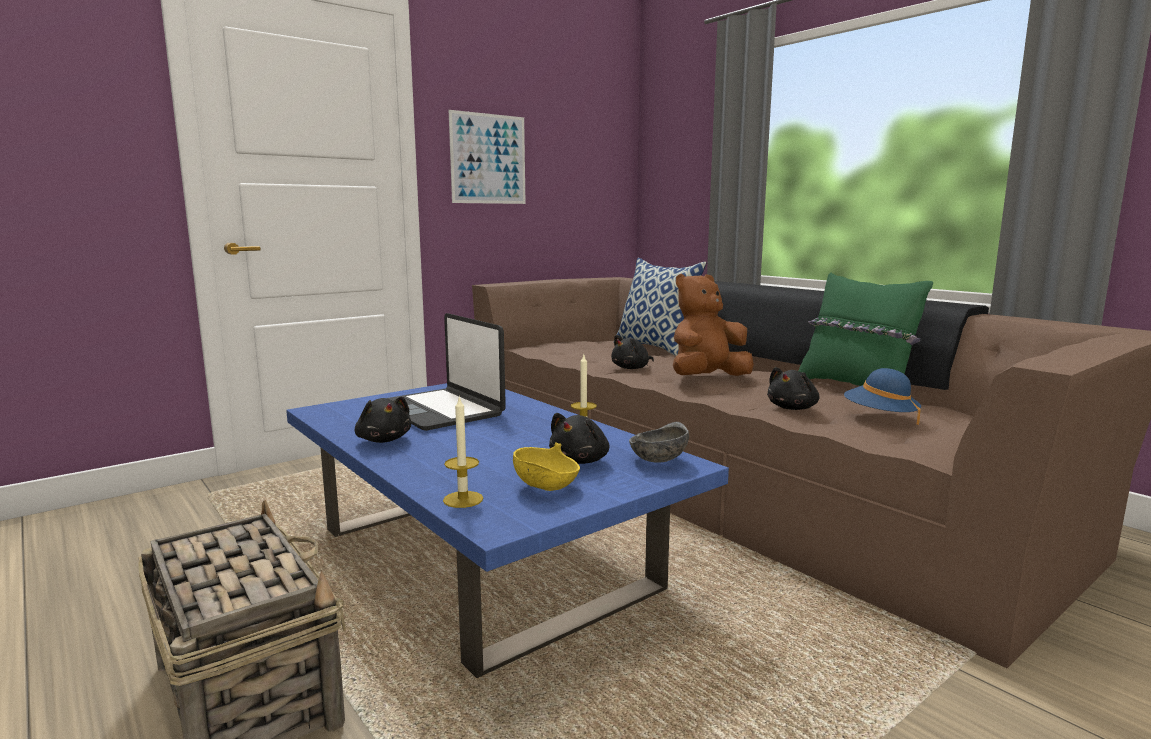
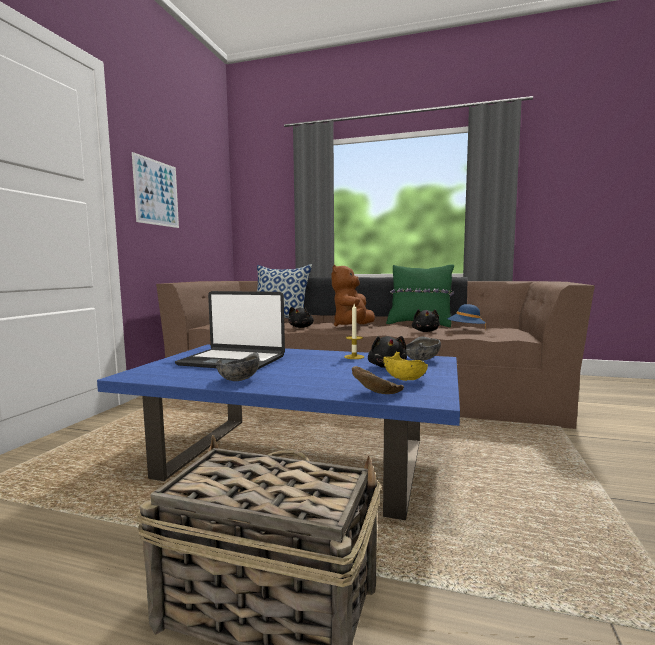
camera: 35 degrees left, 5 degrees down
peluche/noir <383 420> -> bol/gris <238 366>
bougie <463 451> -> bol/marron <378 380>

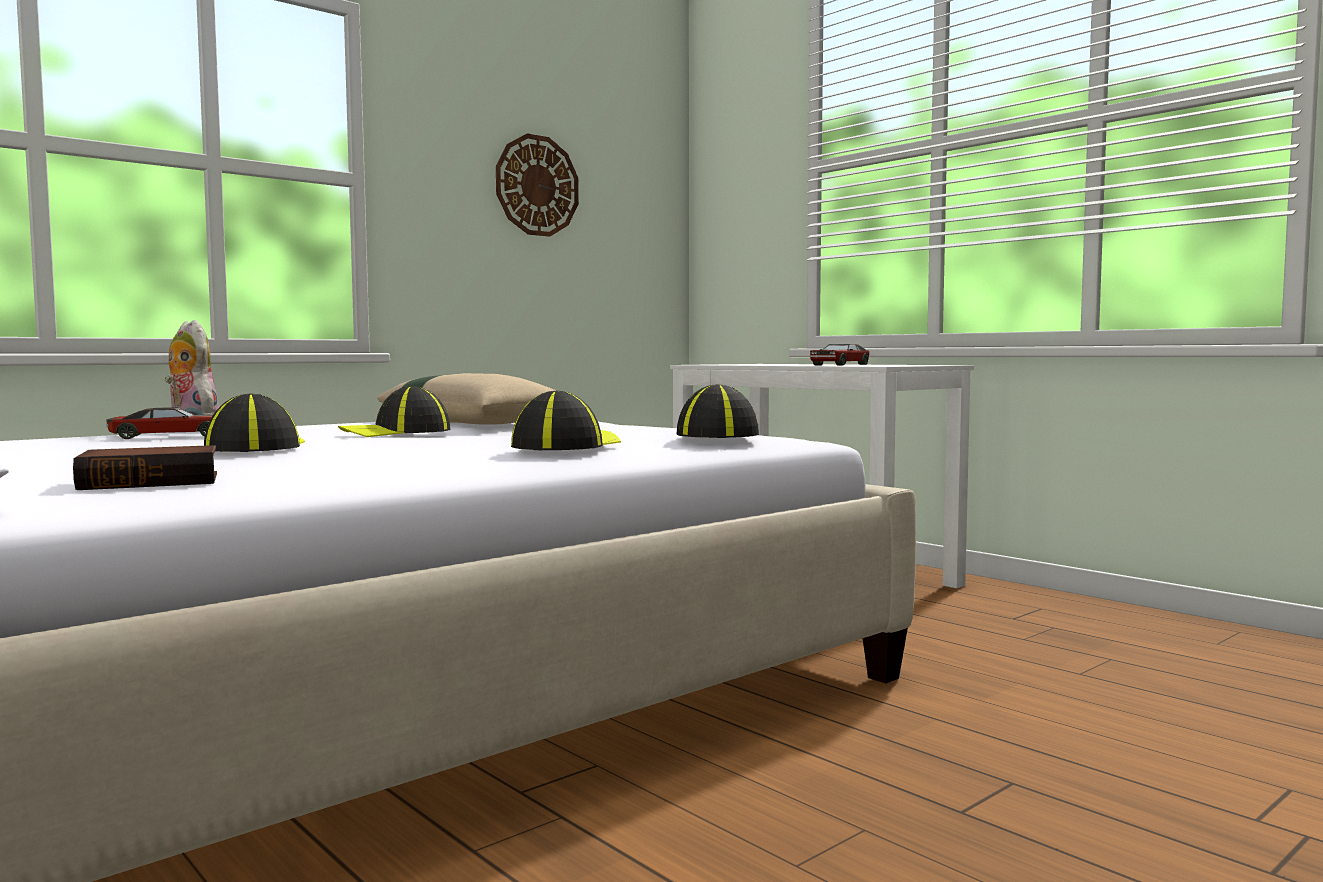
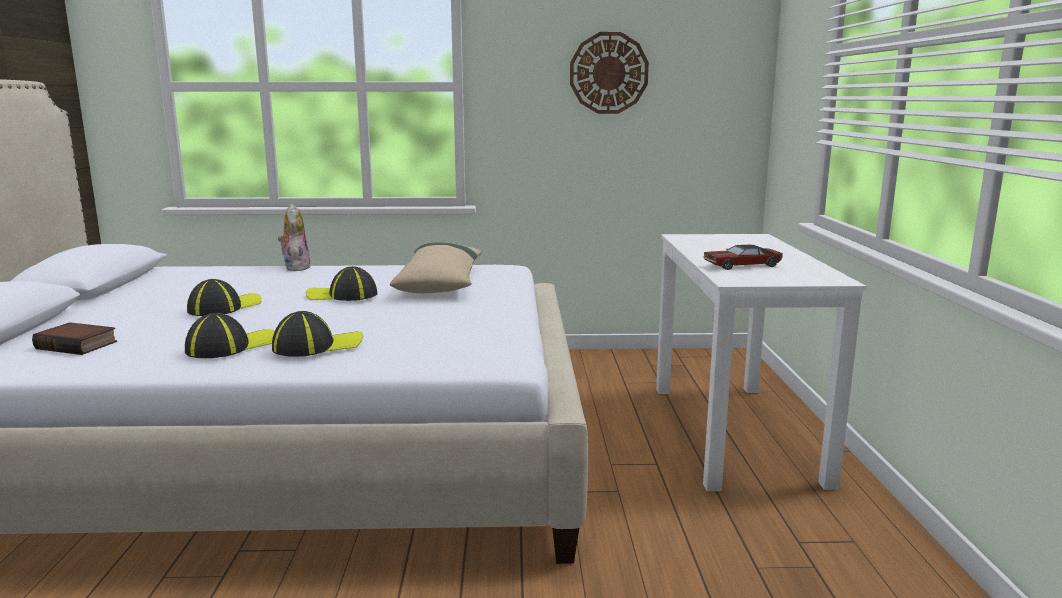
camera: 40 degrees right, 10 degrees up
casquette <718 411> -> casquette <230 335>, relocated
petite voiture <159 423> -> none

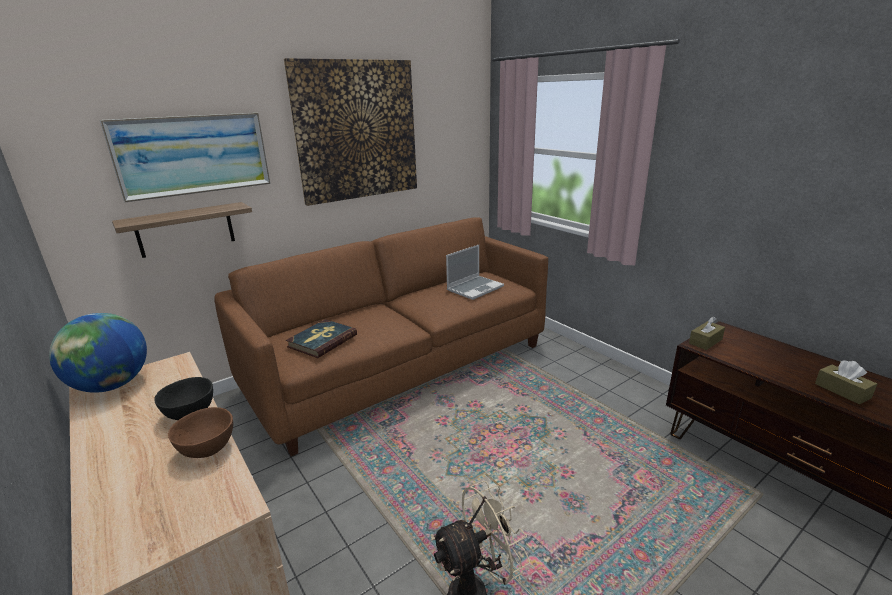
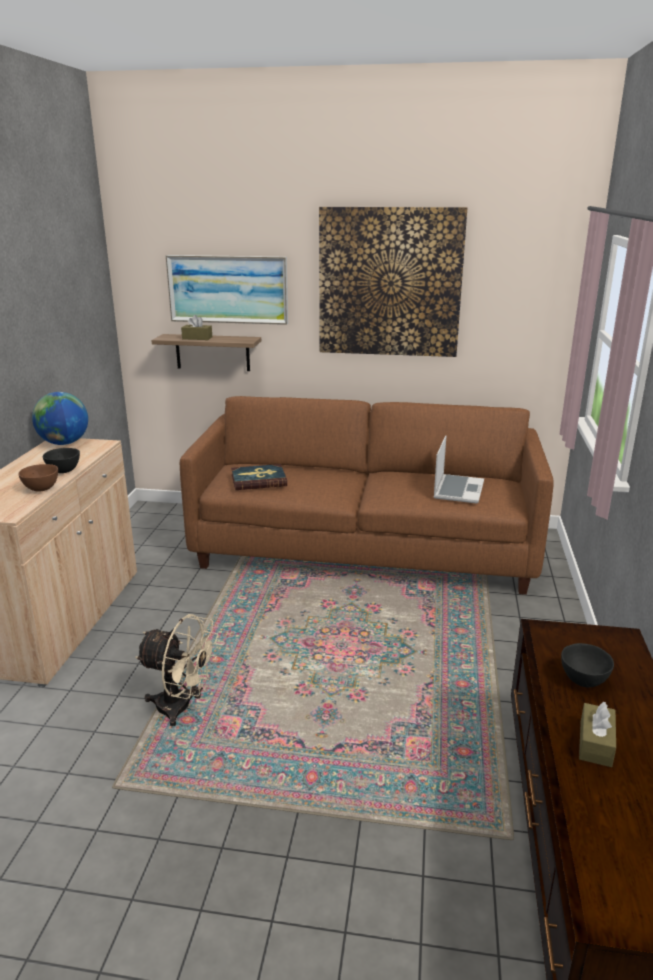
camera: 45 degrees right, 0 degrees up
boîte à mouchoirs/marron <707 333> -> boîte à mouchoirs/marron <196 327>, relocated
ordinateur portable <475 272> -> ordinateur portable <459 470>, 75 degrees counterclockwise
none -> bol/noir <587 665>

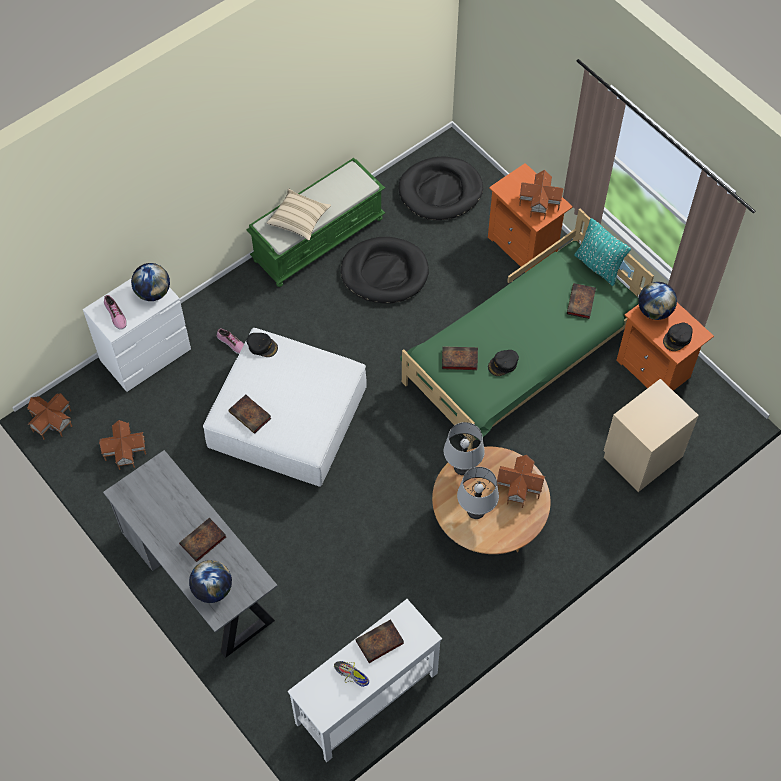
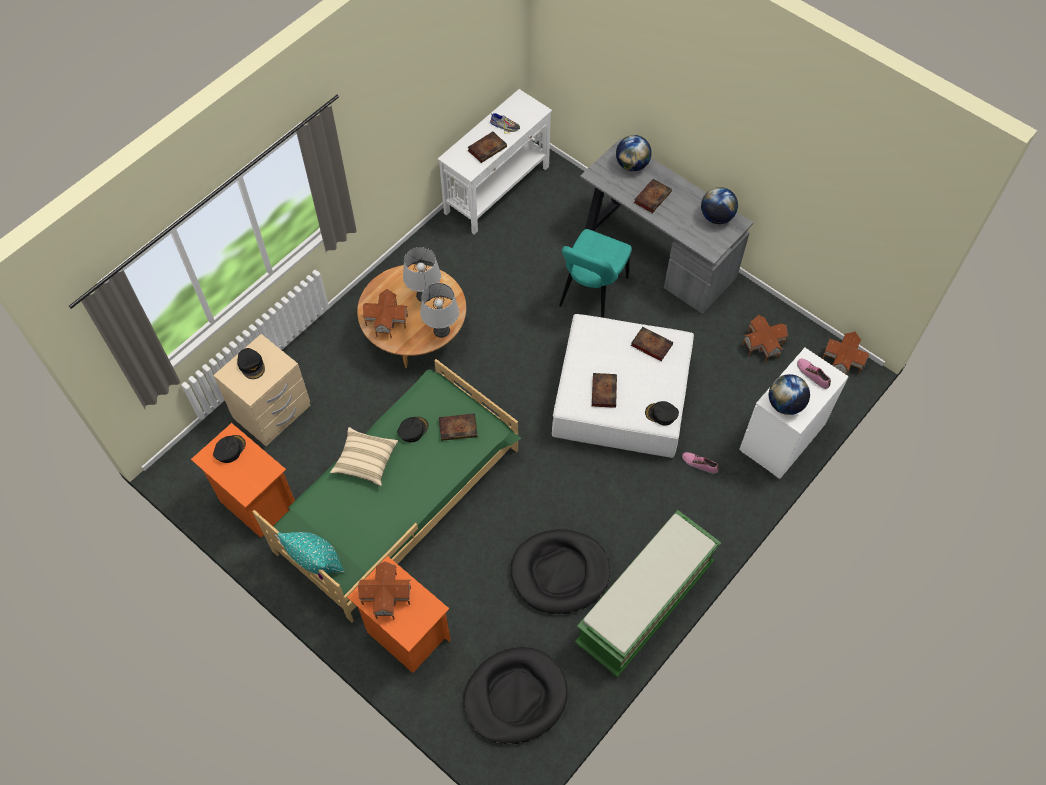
camera: 170 degrees right, 0 degrees up
none -> casquette/noir <251 363>
coussin/beige <299 215> -> coussin/beige <364 456>, relocated
none -> chaise/turquoise <595 273>
livre <581 301> -> livre <604 390>, relocated
globe <657 301> -> globe <719 205>, relocated

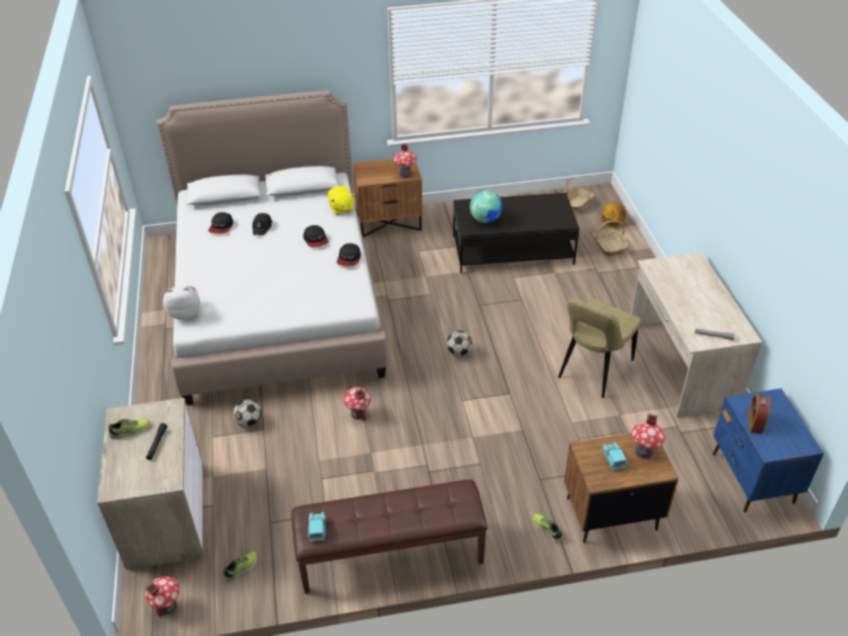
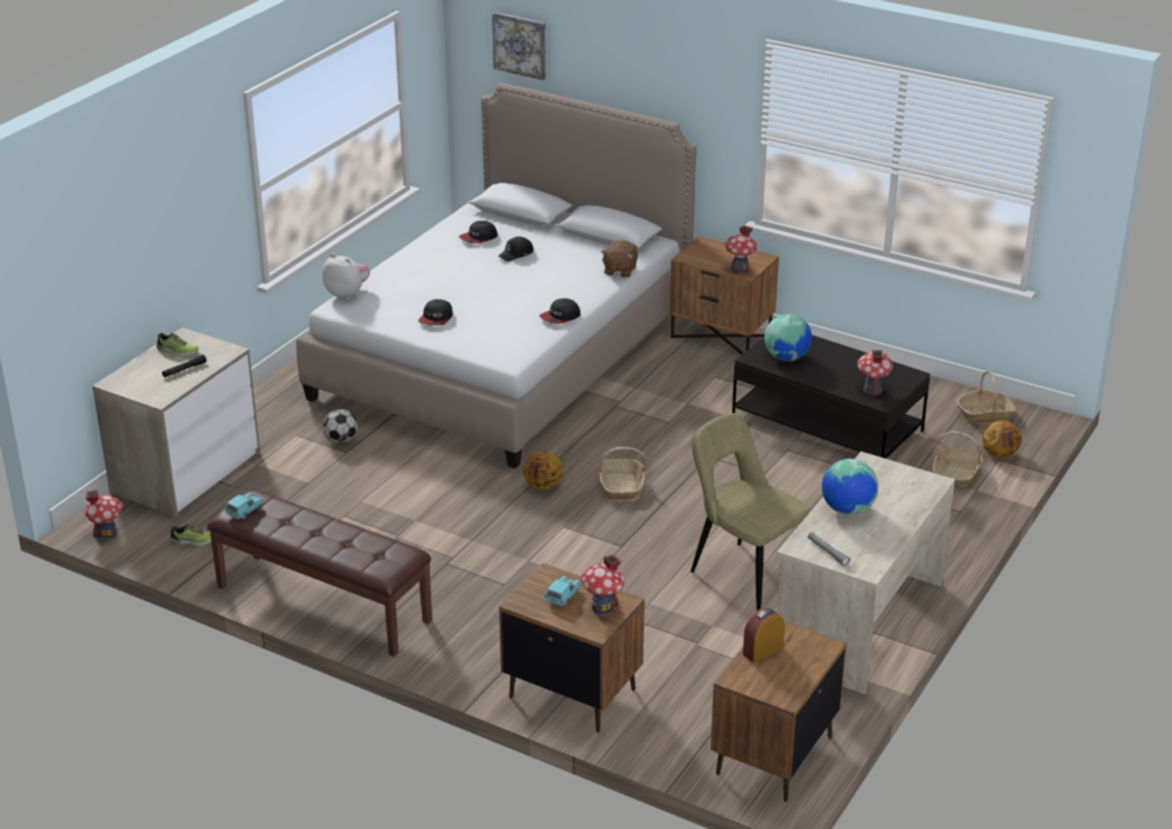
camera: 40 degrees right, 10 degrees down
casquette <316 236> -> casquette <435 312>, relocated
none -> tableau <519 46>
none -> ballon de basket <543 470>
ballon de foot <460 344> -> panier <623 473>
peluche/jaune <341 200> -> peluche/marron <619 259>
chaise/beige <599 348> -> chaise/beige <750 512>, 60 degrees clockwise
table de chevet/bleu <768 450> -> table de chevet/marron <779 711>
none -> globe <850 487>
maison miniature <357 404> -> maison miniature <875 373>, relocated
chaussure <547 528> -> none

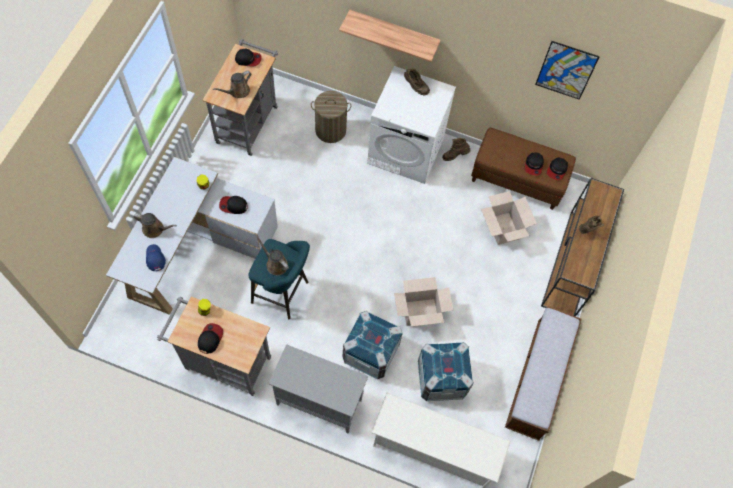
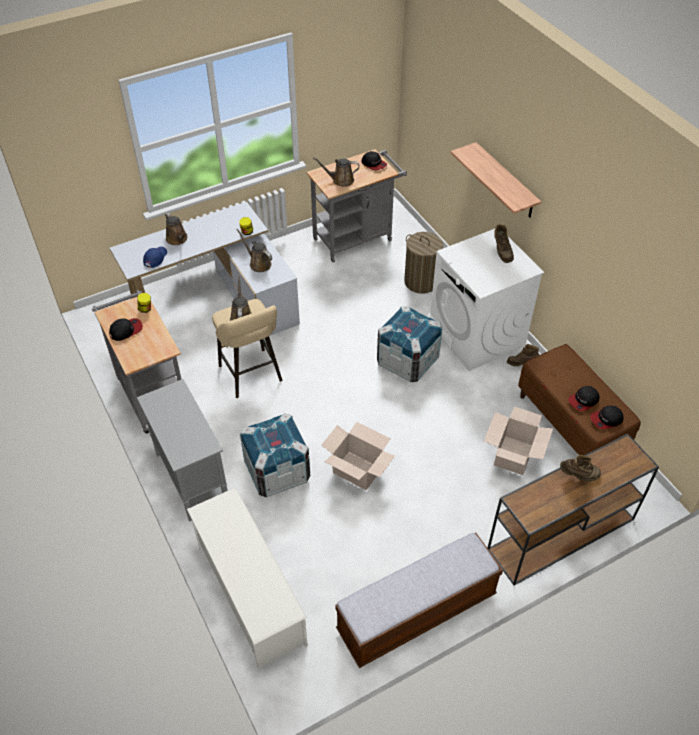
camera: 45 degrees right, 15 degrees down
tabouret/turquoise <279 279> -> tabouret/beige <247 348>
casquette <233 205> -> arrosoir/marron <254 250>
caisse <446 371> -> caisse <409 344>, relocated
tableau <567 70> -> none

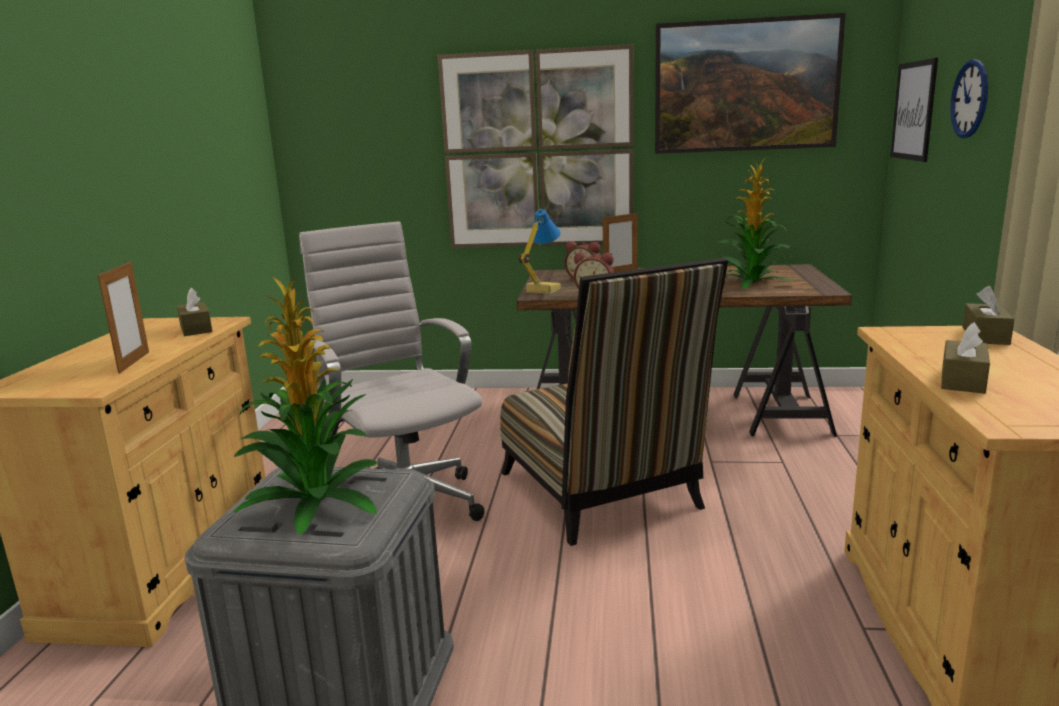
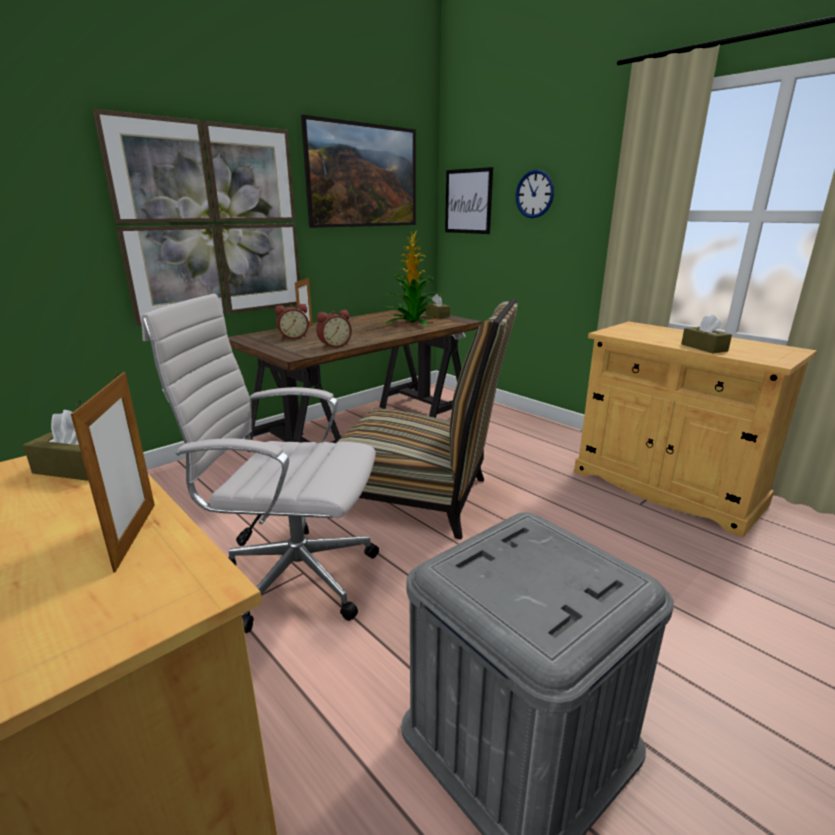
camera: 50 degrees left, 5 degrees up
cadre photo <123 317> -> cadre photo <113 472>, 45 degrees clockwise
boîte à mouchoirs/marron <988 315> -> boîte à mouchoirs/marron <438 306>, relocated
plante en pot <305 405> -> none
lampe de table <539 251> -> none

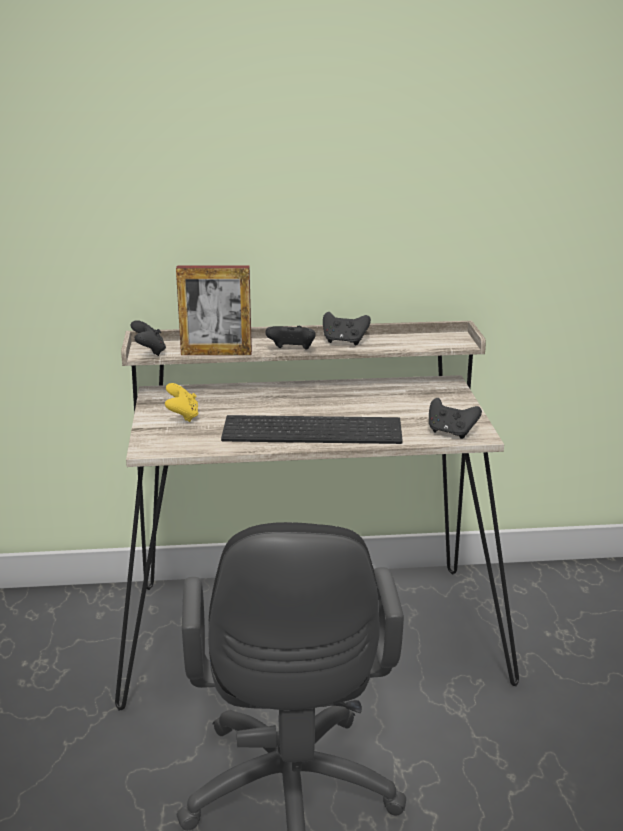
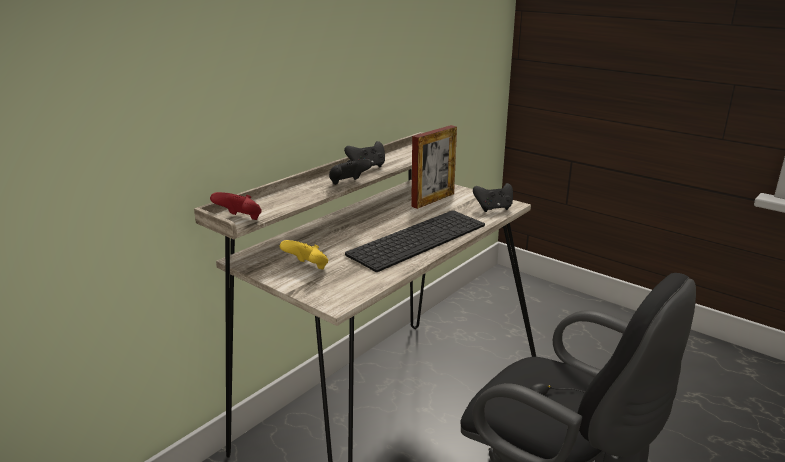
camera: 45 degrees left, 0 degrees up
manette/noir <148 338> -> manette/rouge <236 206>
cadre photo <214 310> -> cadre photo <434 167>, relocated

